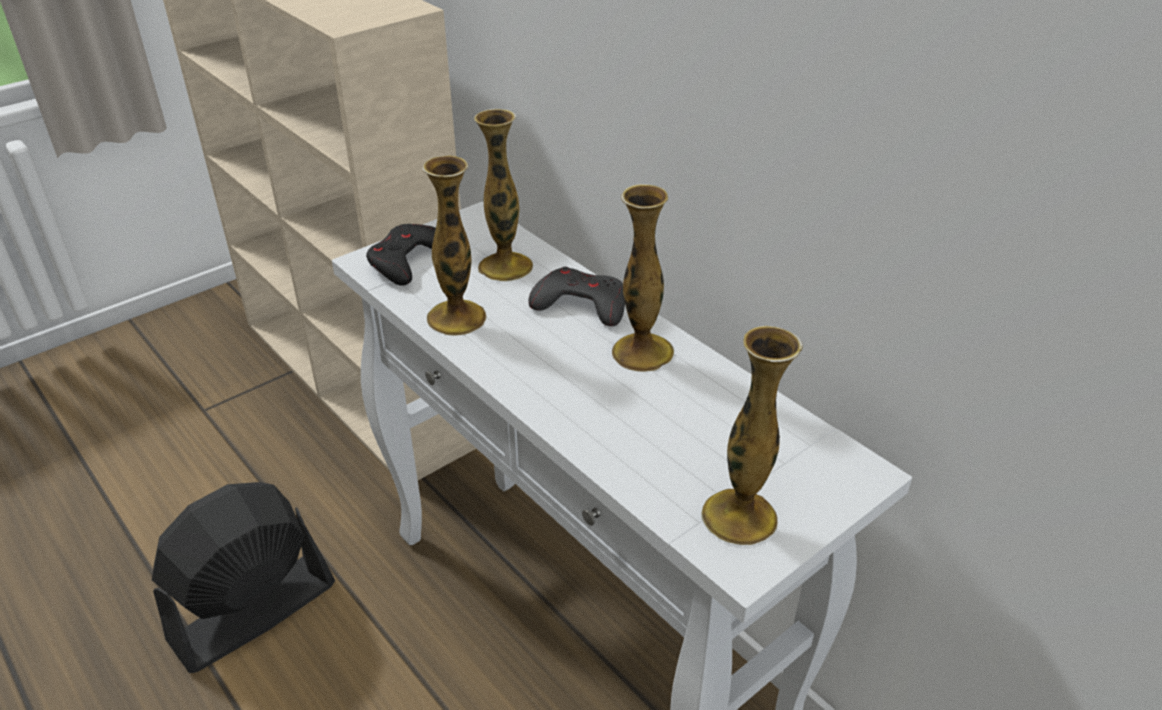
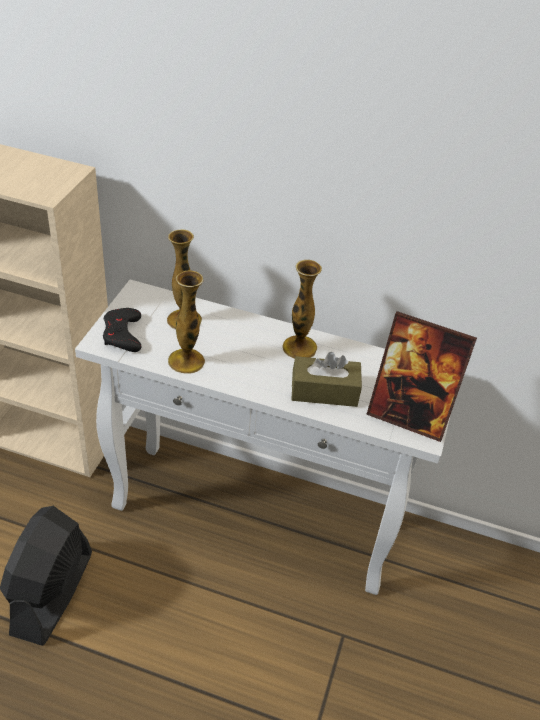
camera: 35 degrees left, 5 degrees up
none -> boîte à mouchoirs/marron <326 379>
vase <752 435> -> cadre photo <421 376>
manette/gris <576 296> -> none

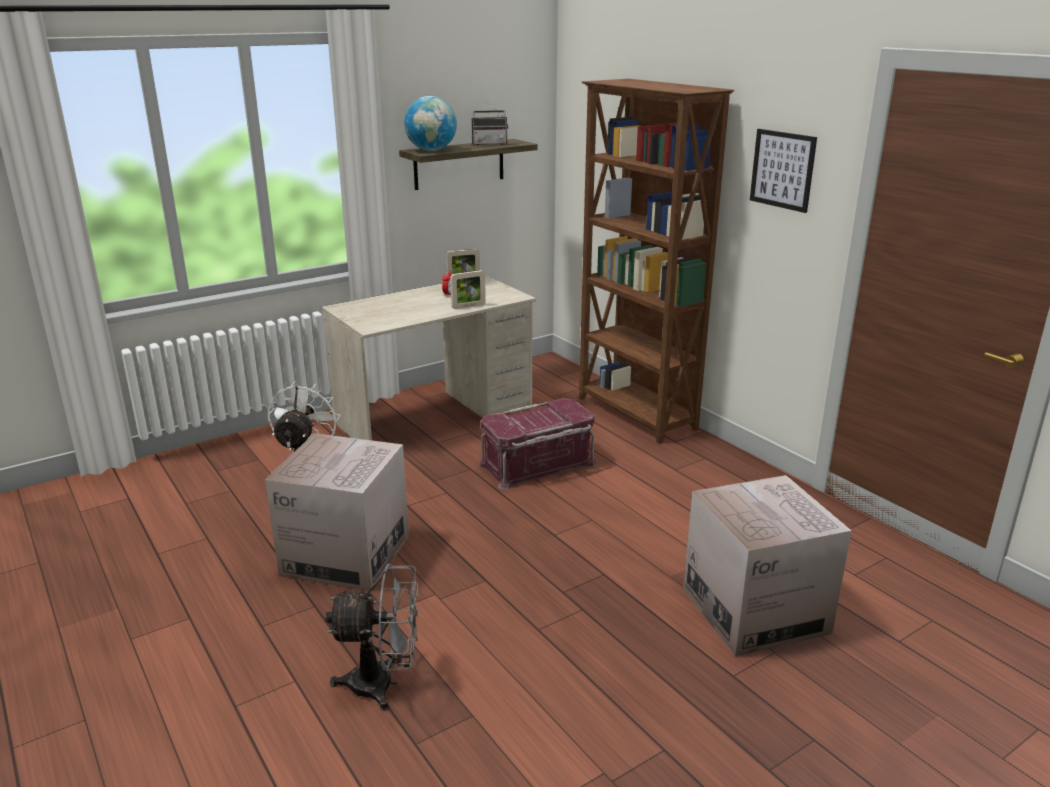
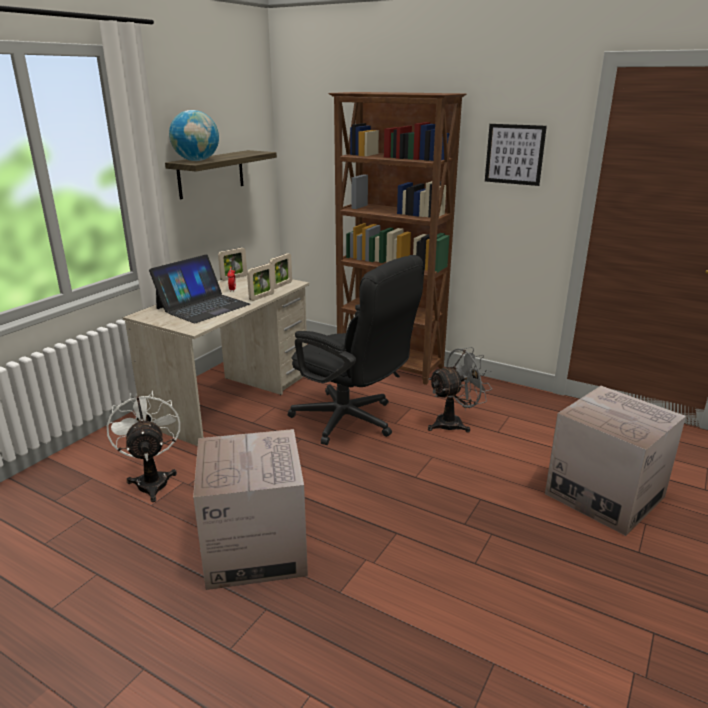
camera: 25 degrees left, 0 degrees up
none -> ordinateur portable <199 288>
none -> cadre photo <280 271>
boîte de rangement/rouge <537 444> -> chaise de bureau/noir <356 350>
ventilateur/gris <372 637> -> ventilateur/gris <460 390>, relocated
radio <489 122> -> none

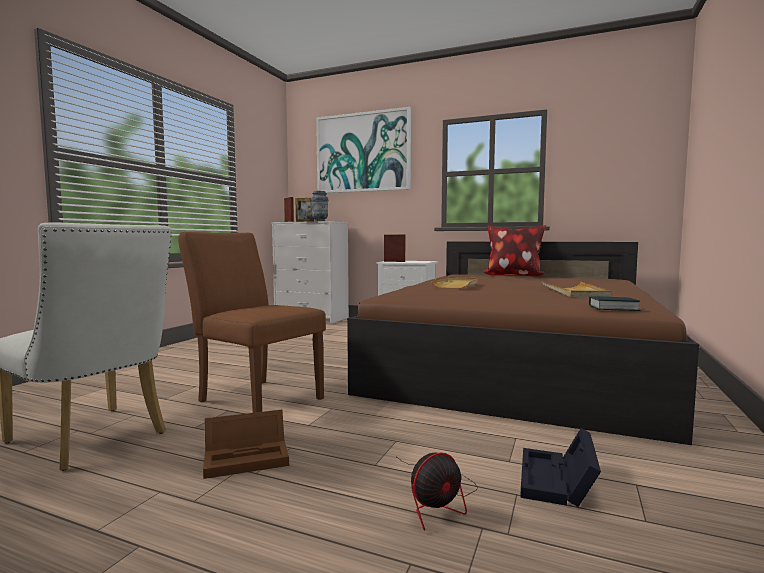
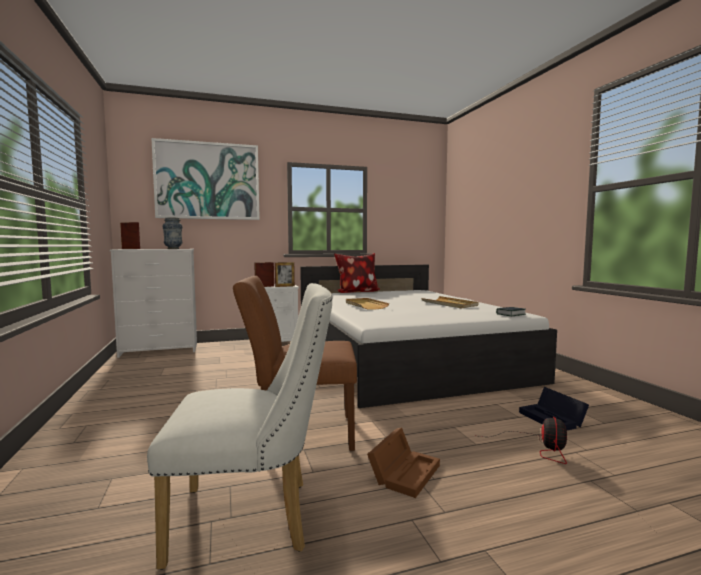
camera: 40 degrees left, 0 degrees up
cadre photo <304 210> -> cadre photo <285 274>, relocated
lit/marron <523 343> -> lit/blanc <428 336>

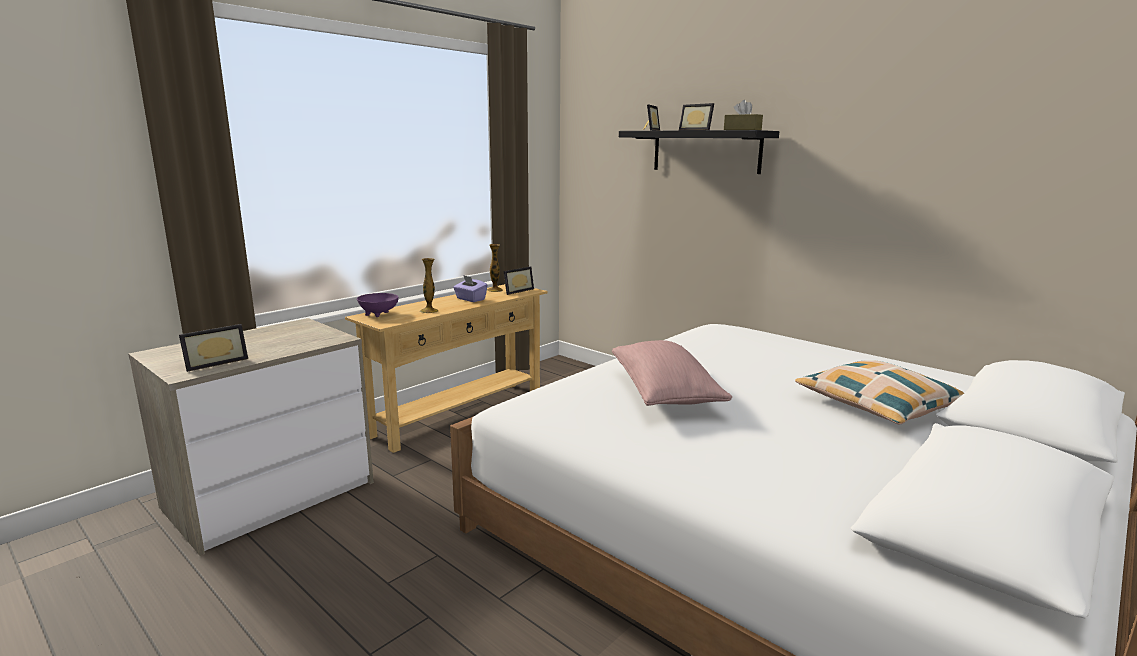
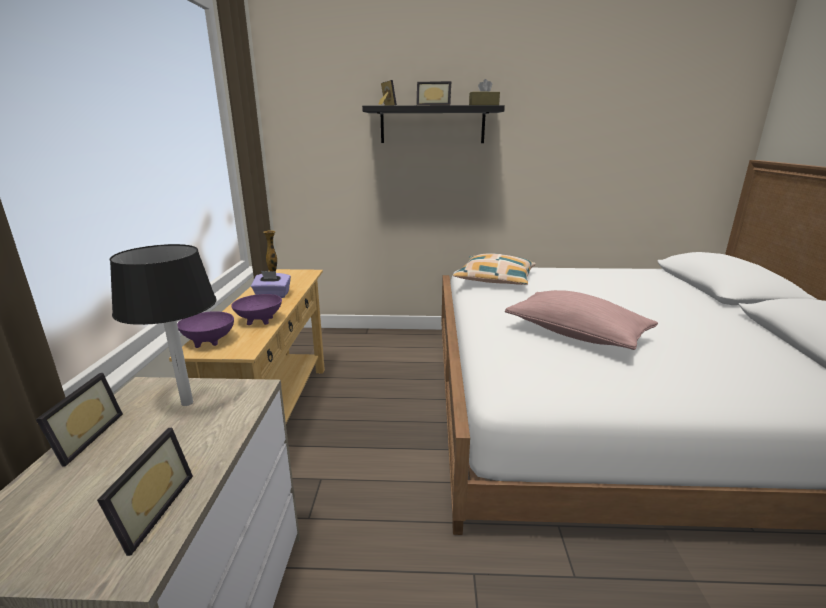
camera: 40 degrees left, 5 degrees up
cadre photo <518 280> -> cadre photo <79 420>, relocated
none -> lampe de table/noir <163 325>
vase <429 285> -> bol/violet <256 309>
coussin <879 392> -> coussin <494 269>, relocated

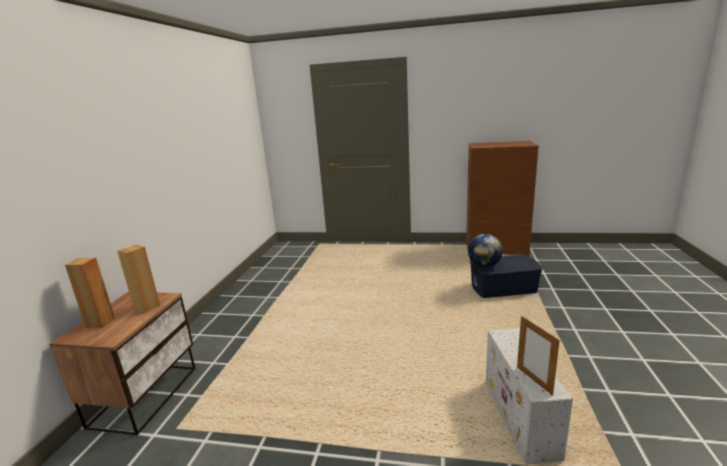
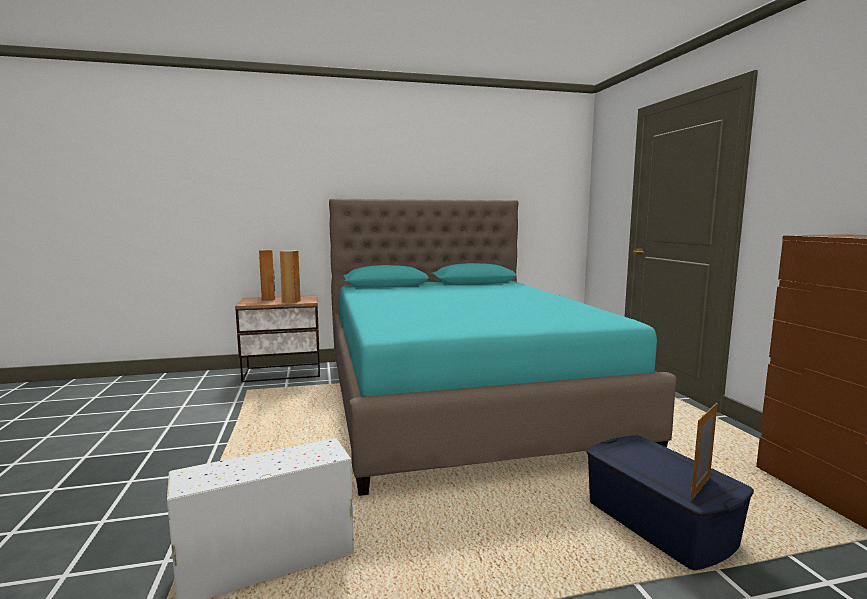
camera: 65 degrees right, 10 degrees down
none -> lit/turquoise <503 347>
cadre photo <538 356> -> cadre photo <704 452>, relocated
globe <485 251> -> none

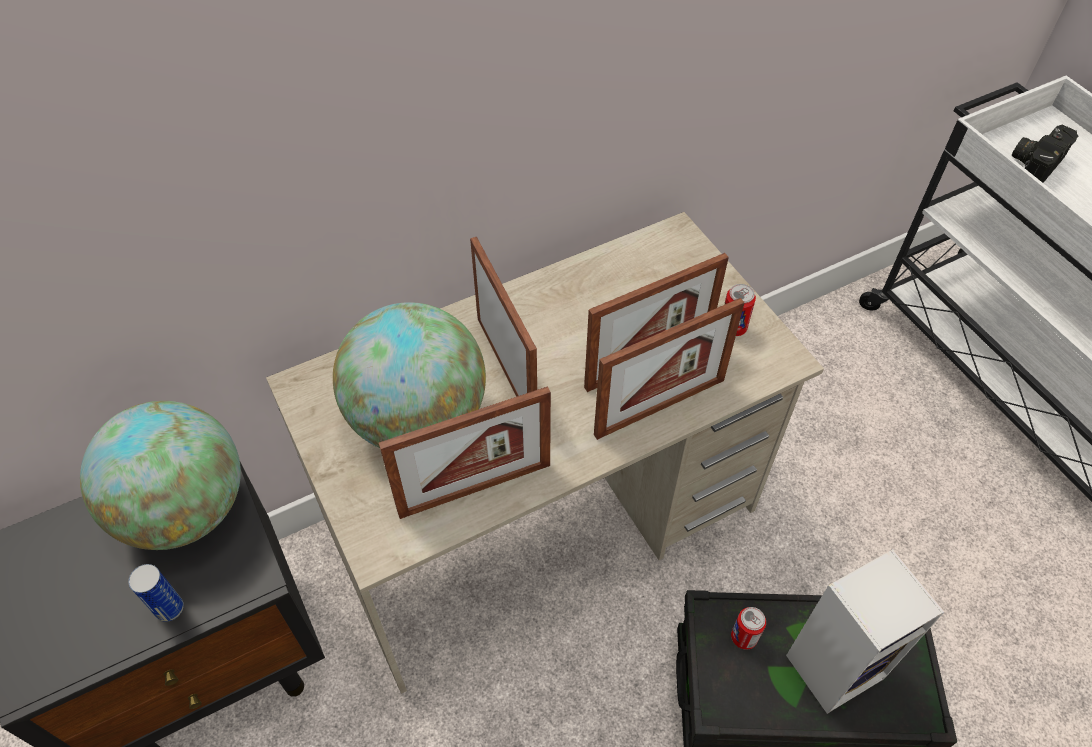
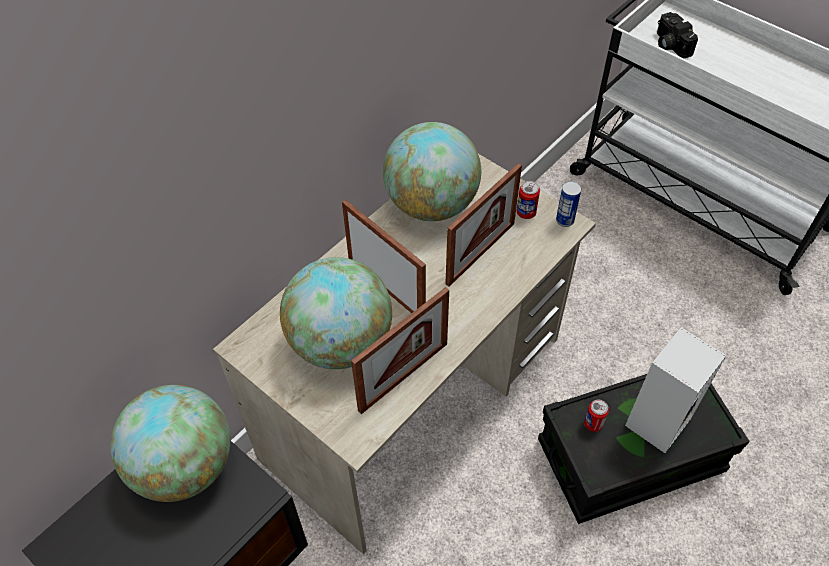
camera: 20 degrees left, 0 degrees up
none -> globe <432 171>
boîte métallique <156 593> -> boîte métallique <568 204>, relocated
appareil photo <1045 154> -> appareil photo <677 35>, 45 degrees counterclockwise
cadre photo <669 369> -> none

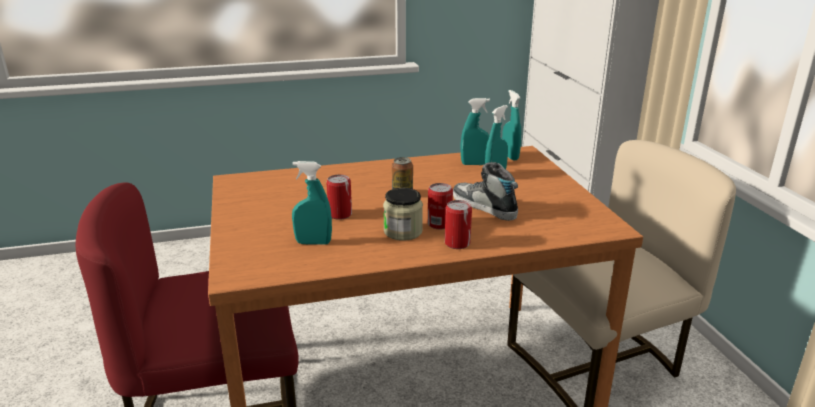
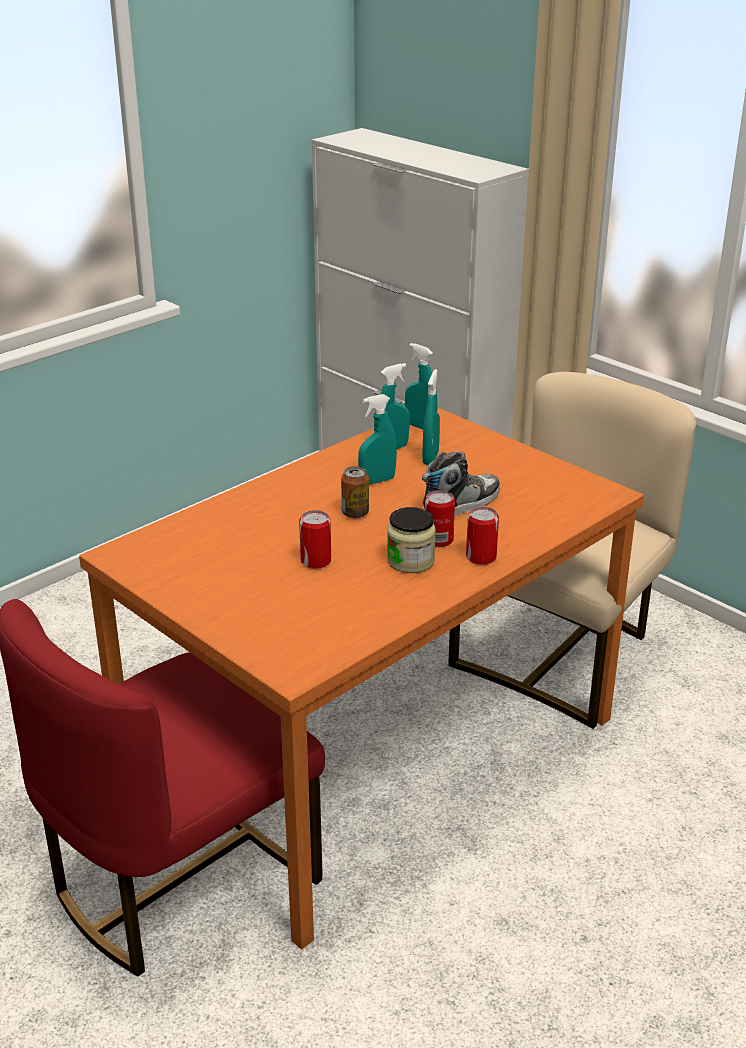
camera: 30 degrees left, 5 degrees up
vaporisateur/turquoise <312 202> -> vaporisateur/turquoise <377 439>, relocated
chaussure <485 191> -> chaussure <461 483>, 120 degrees clockwise

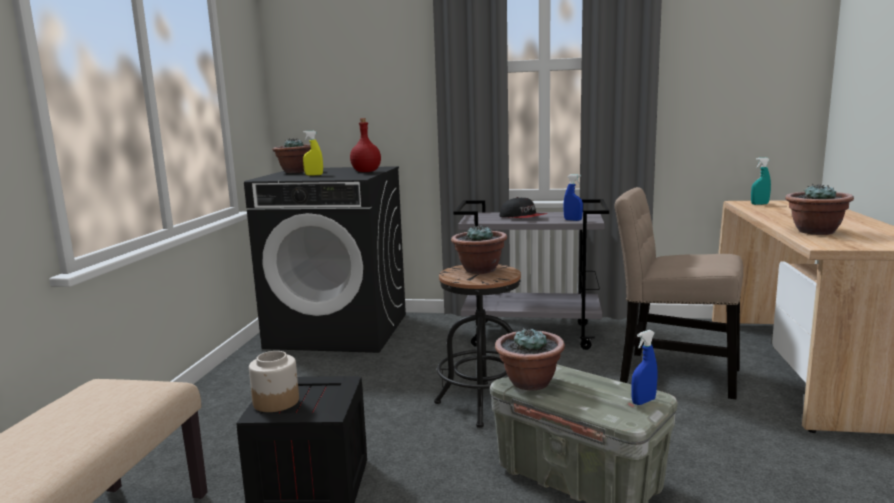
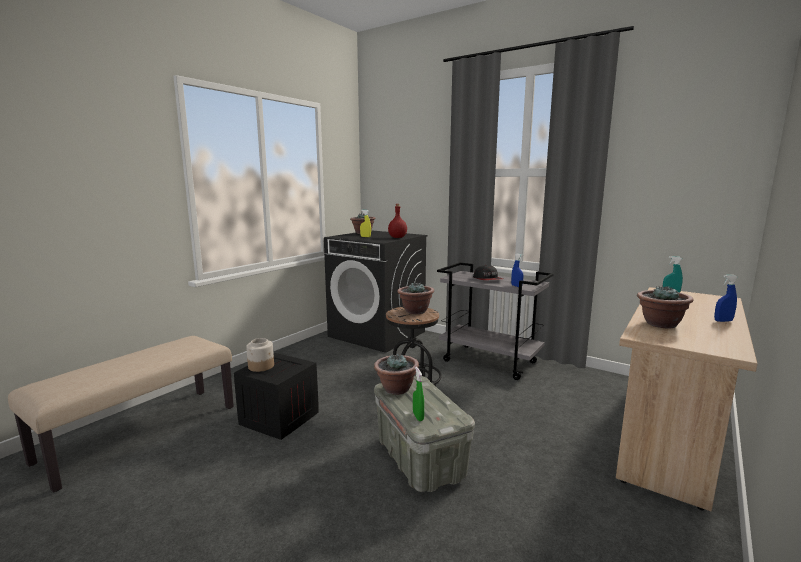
camera: 25 degrees right, 0 degrees up
none -> vaporisateur/vert <418 394>
vaporisateur/bleu <644 367> -> vaporisateur/bleu <726 298>, relocated
chaise/beige <678 293> -> none

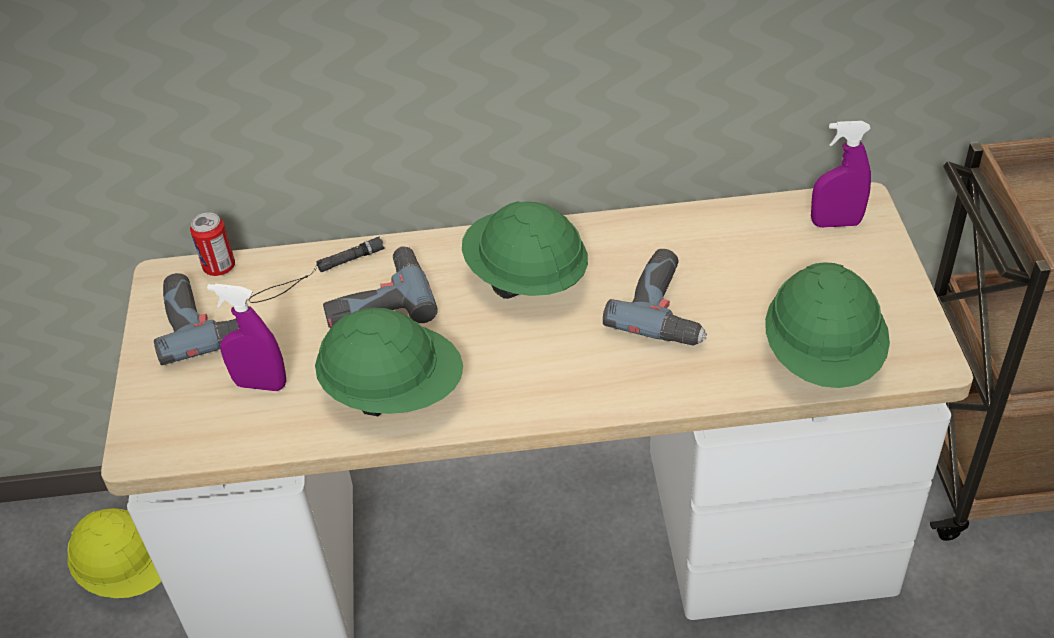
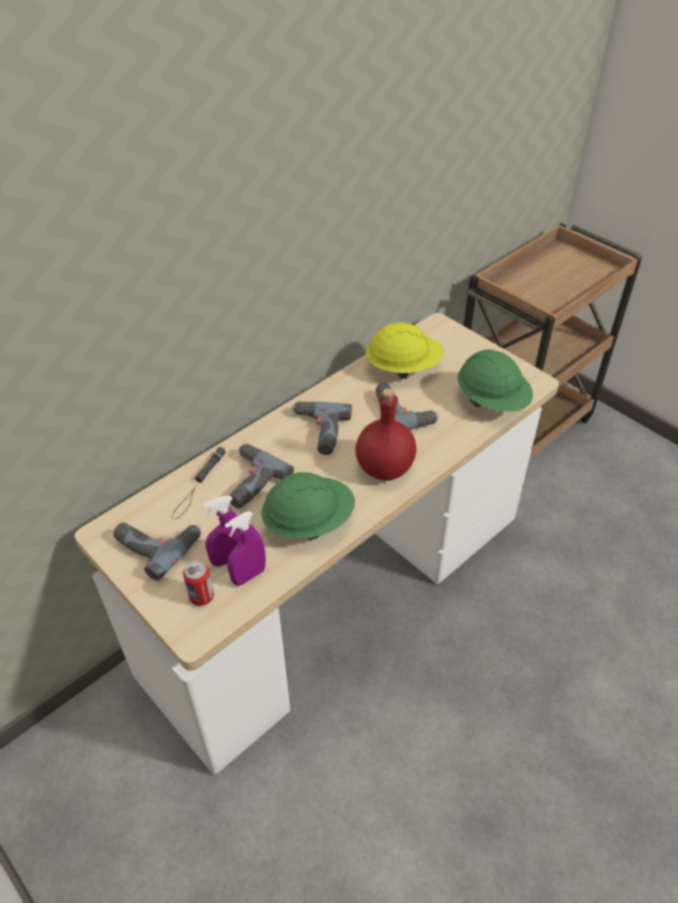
camera: 40 degrees left, 0 degrees up
boîte métallique <212 244> -> boîte métallique <198 583>, relocated
vaporisateur/violet <841 174> -> vaporisateur/violet <245 548>, relocated
casque de chantier/vert <525 250> -> perceuse <322 428>
none -> bouteille/rouge <385 434>
casque de chantier/jaune <114 553> -> casque de chantier/jaune <405 350>, relocated

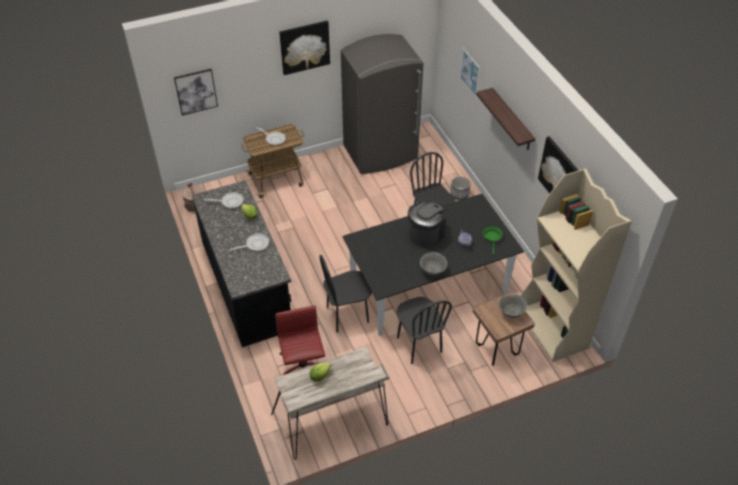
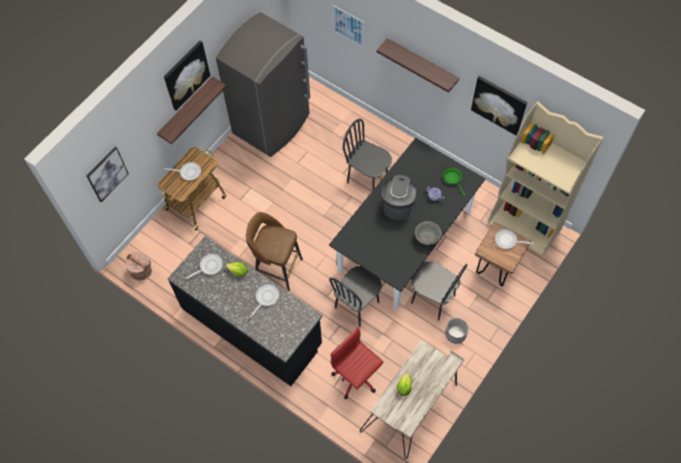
camera: 30 degrees left, 15 degrees up
none -> étagère <192 110>
none -> tabouret/marron <274 251>
cache-pot <460 188> -> cache-pot <457 331>, relocated
bol/gris <513 306> -> poêle <514 239>

